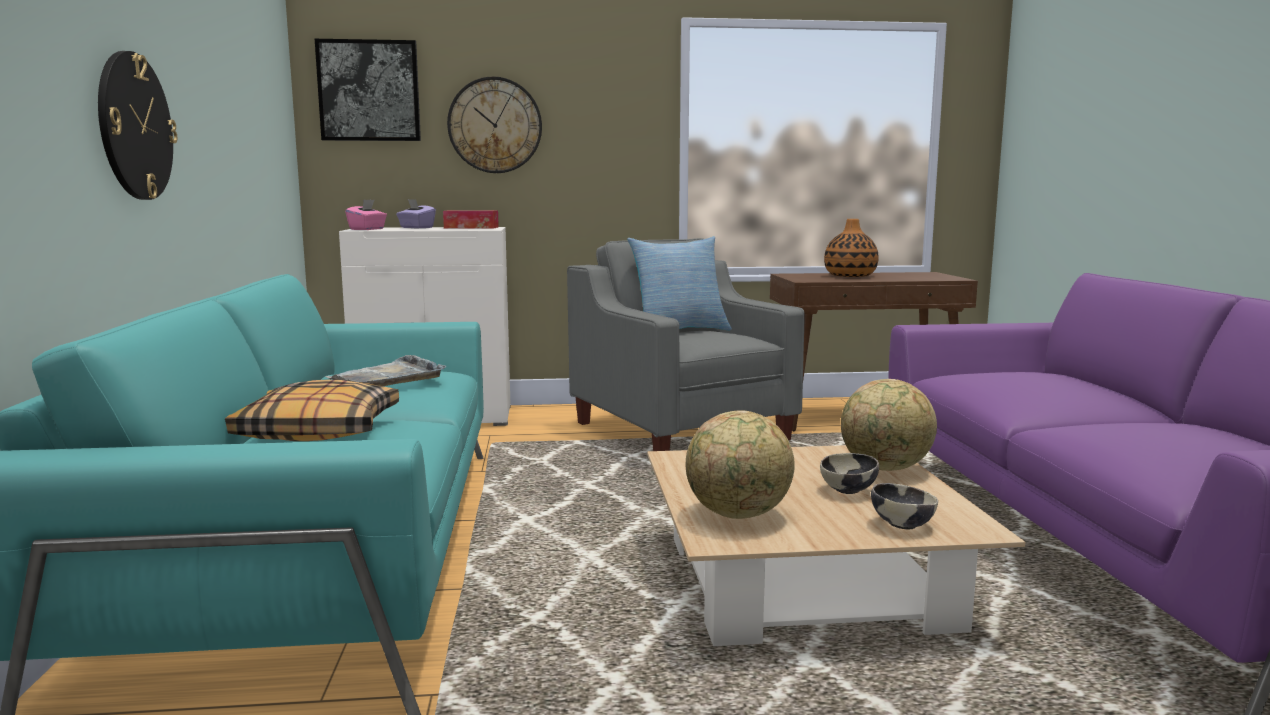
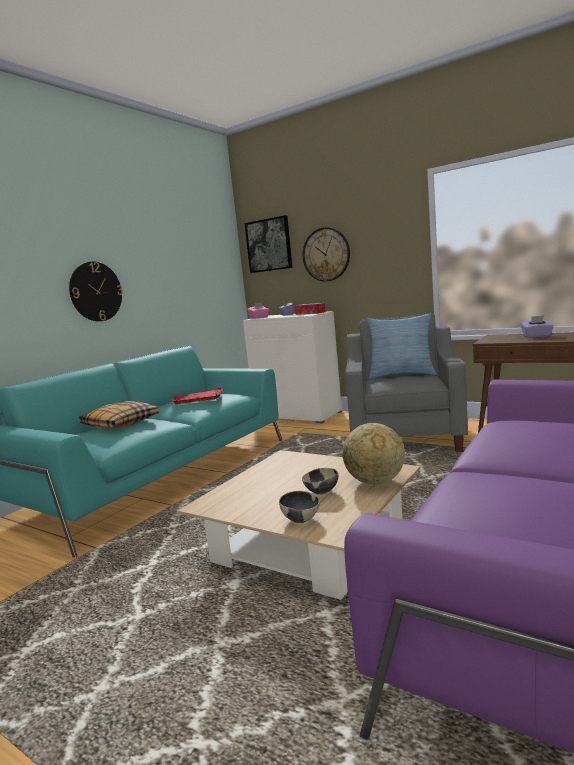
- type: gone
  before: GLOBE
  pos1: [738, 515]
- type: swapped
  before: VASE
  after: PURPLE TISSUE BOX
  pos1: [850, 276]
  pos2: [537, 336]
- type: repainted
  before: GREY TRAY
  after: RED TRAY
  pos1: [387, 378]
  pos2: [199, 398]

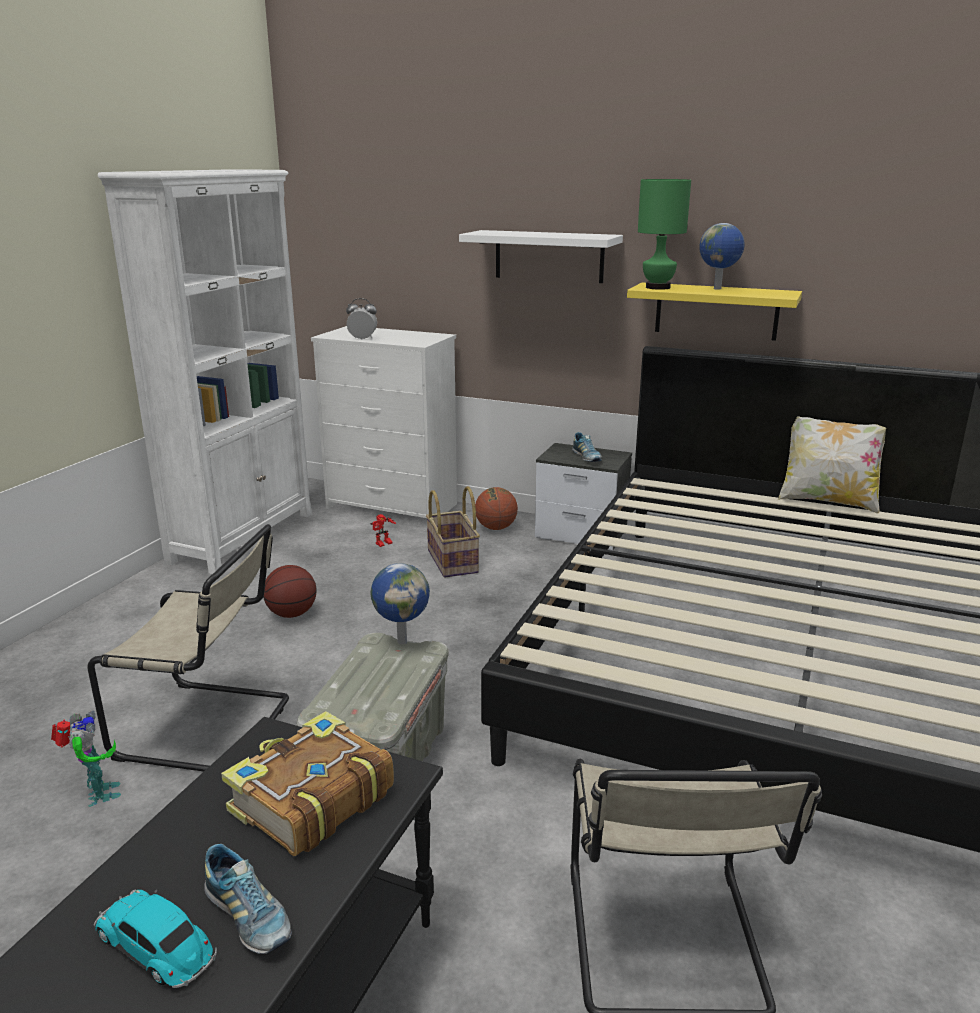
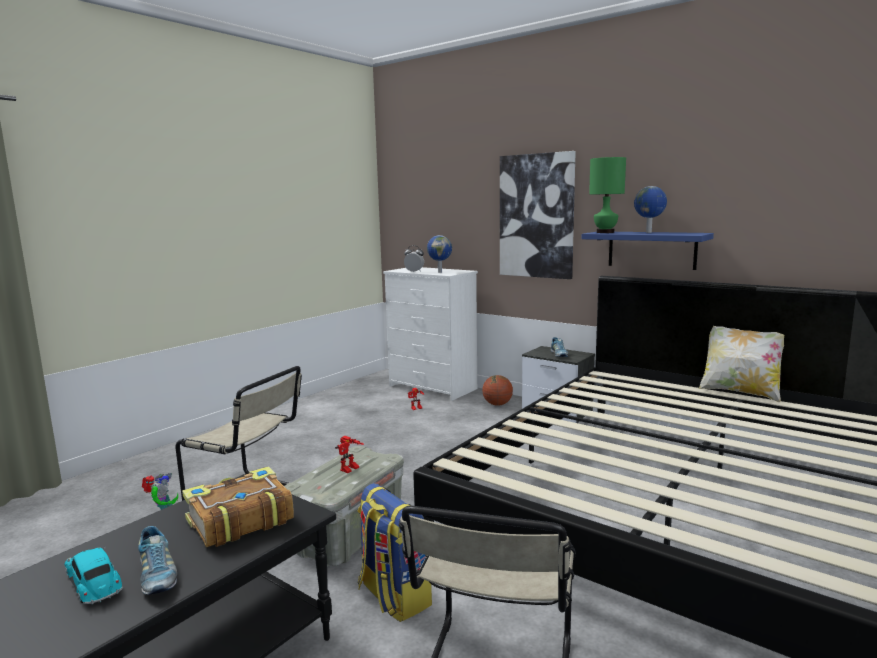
- type: gone
  before: WHITE BOOKCASE
  pos1: [243, 537]
- type: gone
  before: BASKETBALL
  pos1: [292, 614]
- type: gone
  before: BASKET
  pos1: [453, 561]
- type: new
  after: TOY ROBOT
  pos2: [350, 470]
- type: new
  after: BACKPACK
  pos2: [392, 596]
- type: shifted
  before: GLOBE
  pos1: [402, 641]
  pos2: [440, 272]
- type: swapped
  before: WHITE SHELF
  after: PICTURE
  pos1: [549, 256]
  pos2: [536, 216]
- type: repainted
  before: YELLOW SHELF
  after: BLUE SHELF
  pos1: [716, 311]
  pos2: [651, 249]

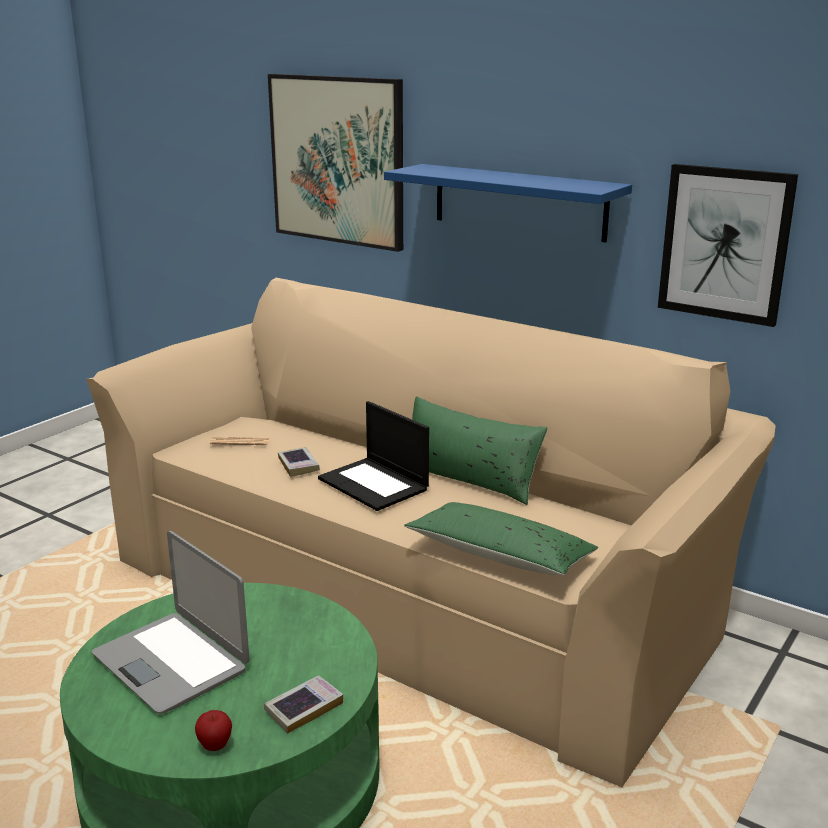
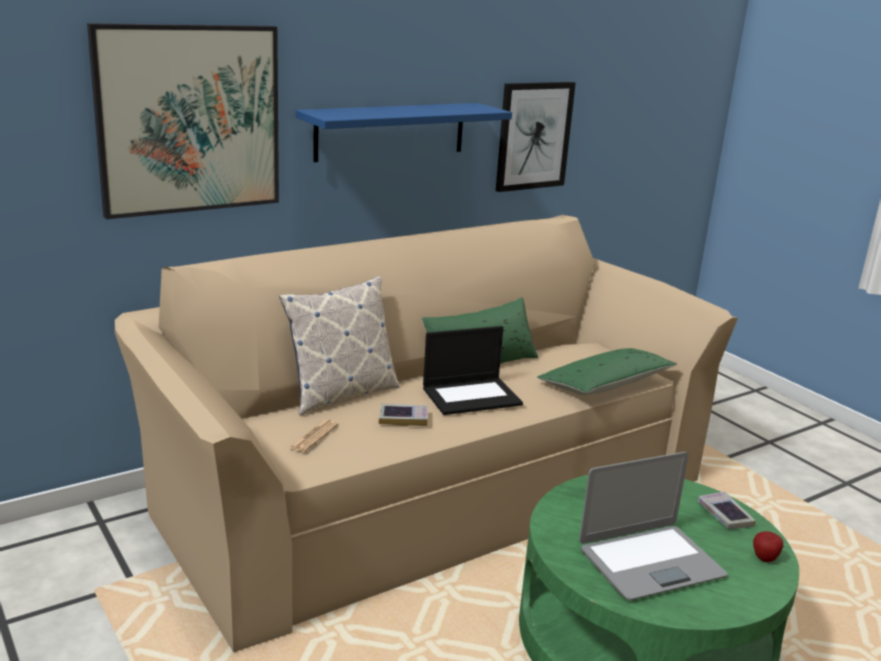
- type: new
  after: PILLOW
  pos2: [340, 394]

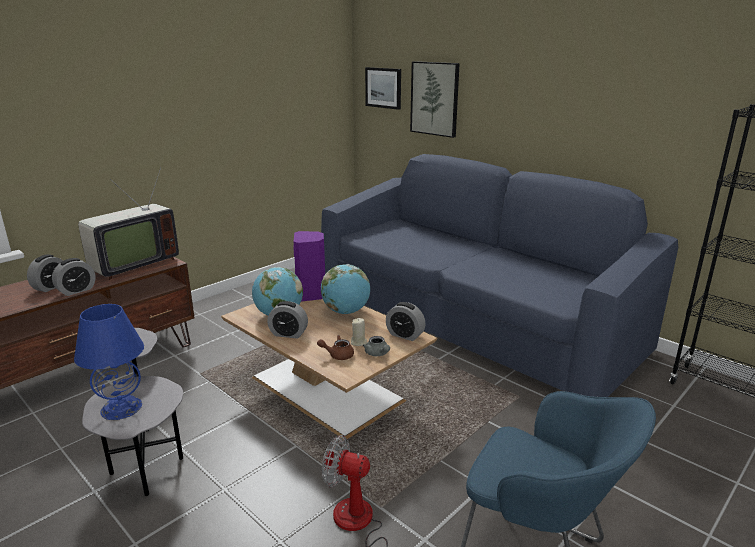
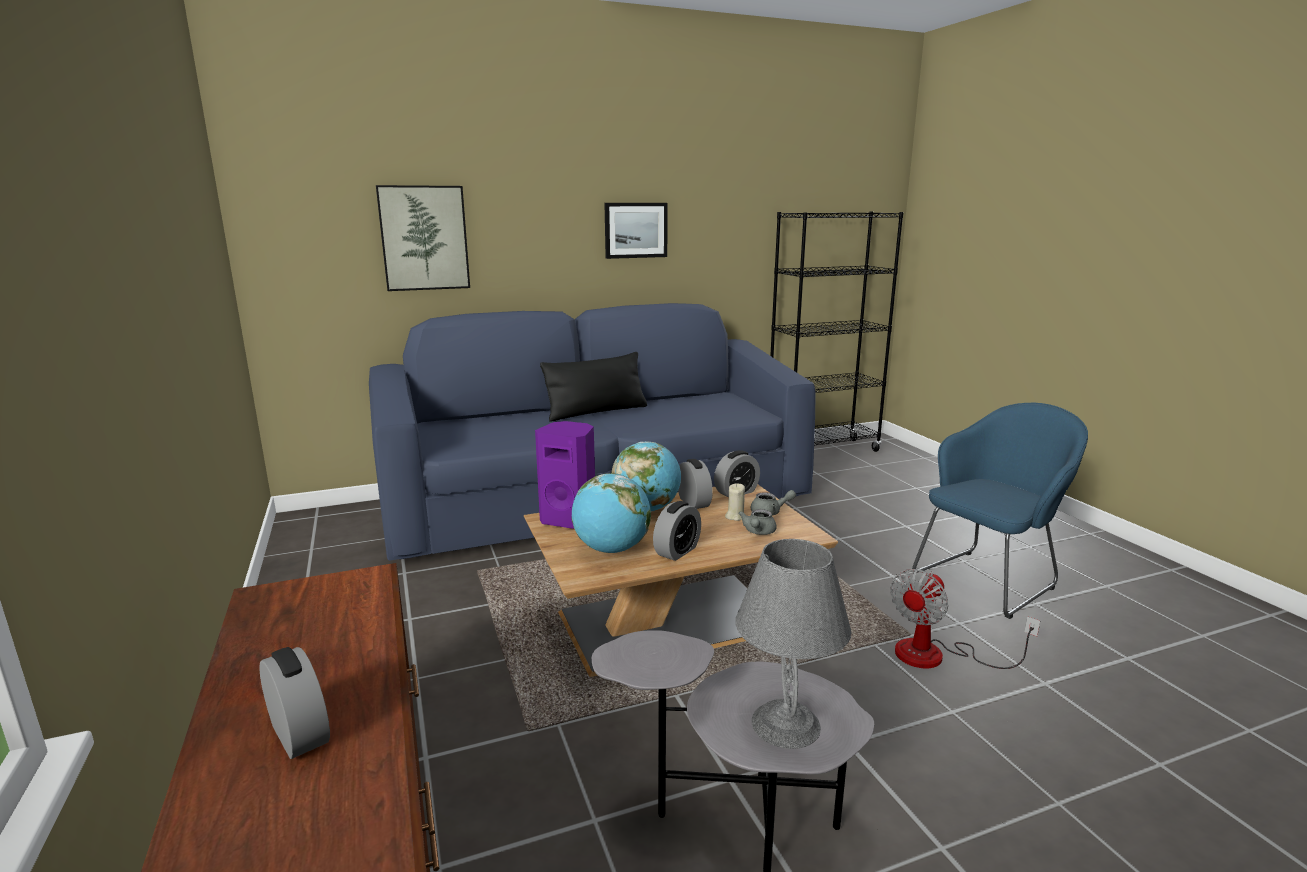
- type: gone
  before: TELEVISION
  pos1: [132, 265]
- type: new
  after: BLACK PILLOW
  pos2: [596, 412]
- type: shifted
  before: ALARM CLOCK
  pos1: [77, 290]
  pos2: [693, 502]
- type: shifted
  before: PICTURE
  pos1: [383, 88]
  pos2: [635, 230]
- type: repainted
  before: BLUE TABLE LAMP
  after: GREY TABLE LAMP
  pos1: [121, 407]
  pos2: [784, 723]
- type: repainted
  before: BROWN TEAPOT
  after: GREY TEAPOT
  pos1: [338, 355]
  pos2: [758, 532]

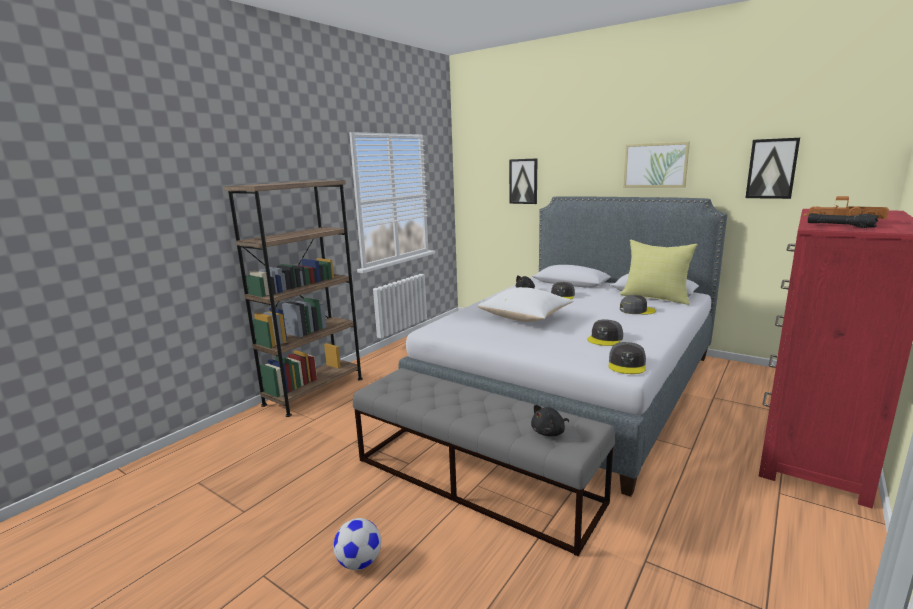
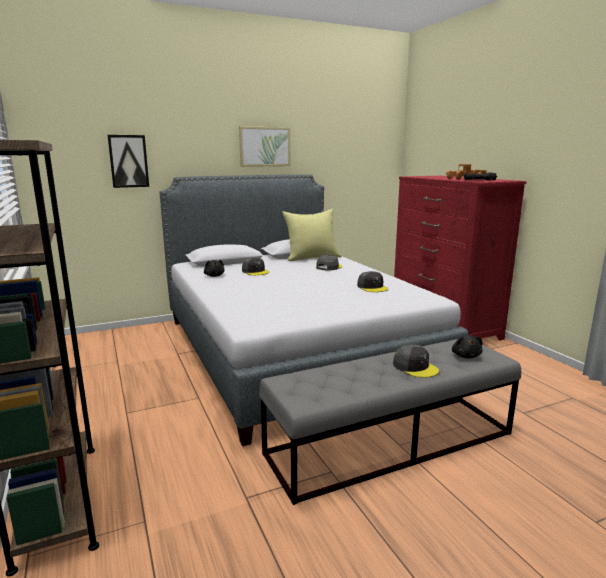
- type: gone
  before: FOOTBALL
  pos1: [359, 562]
- type: gone
  before: WHITE PILLOW
  pos1: [526, 318]
- type: gone
  before: PICTURE
  pos1: [772, 168]
- type: shifted
  before: GREY CAP
  pos1: [627, 364]
  pos2: [415, 367]

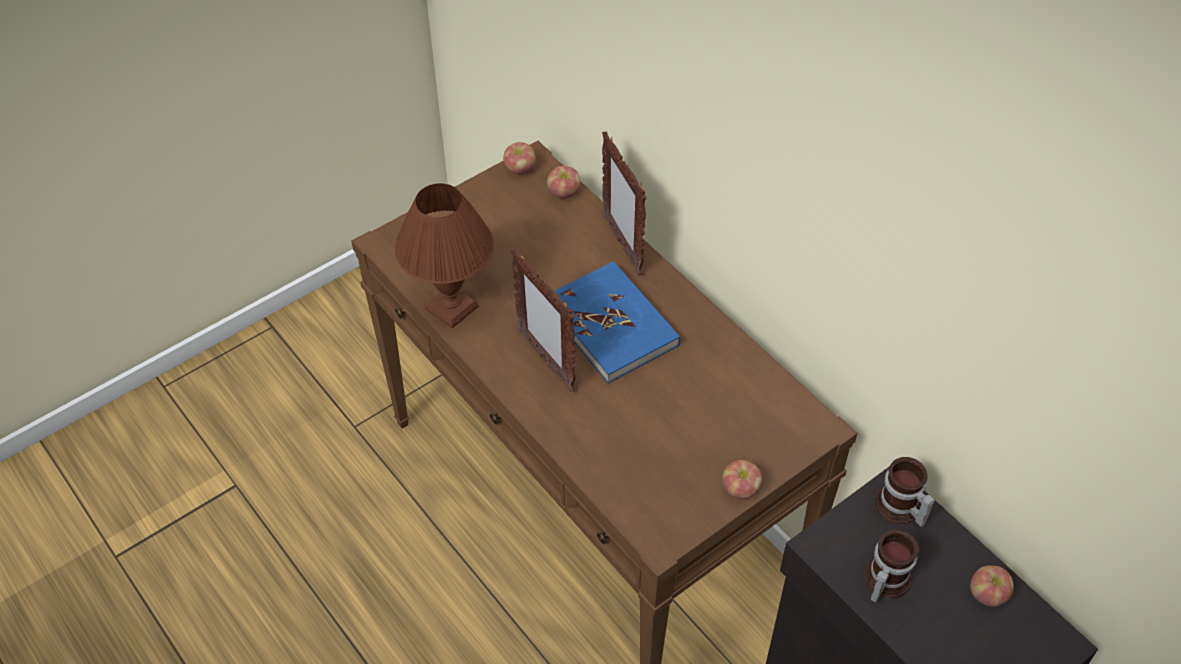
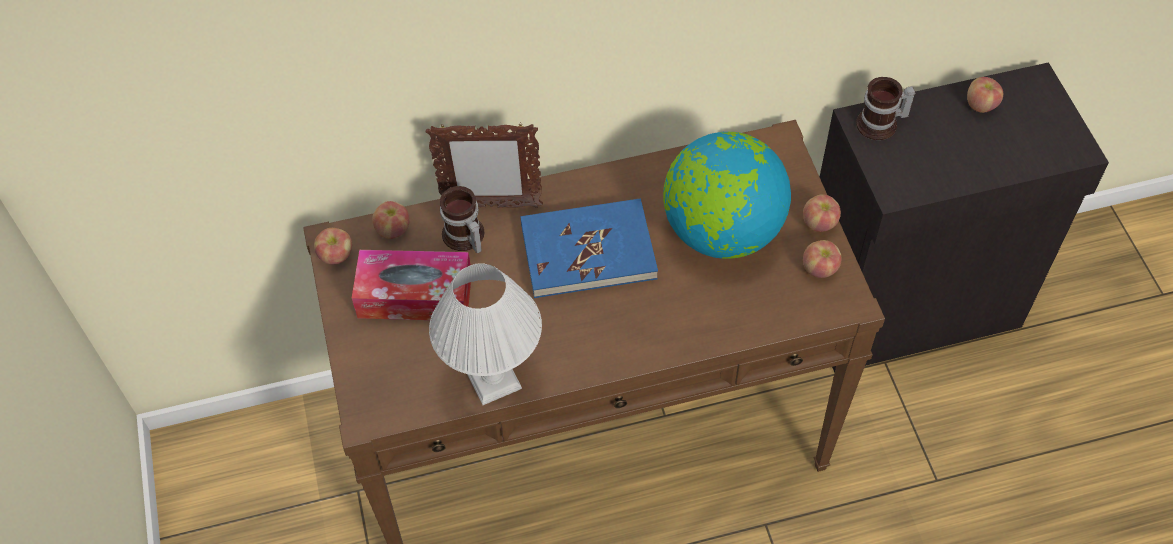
- type: gone
  before: PICTURE FRAME
  pos1: [545, 360]
- type: new
  after: TISSUE BOX
  pos2: [415, 295]
- type: new
  after: GLOBE
  pos2: [721, 231]
- type: new
  after: APPLE
  pos2: [819, 269]
- type: shifted
  before: MUG
  pos1: [883, 580]
  pos2: [463, 238]
- type: repainted
  before: BROWN TABLE LAMP
  after: WHITE TABLE LAMP
  pos1: [450, 307]
  pos2: [492, 381]

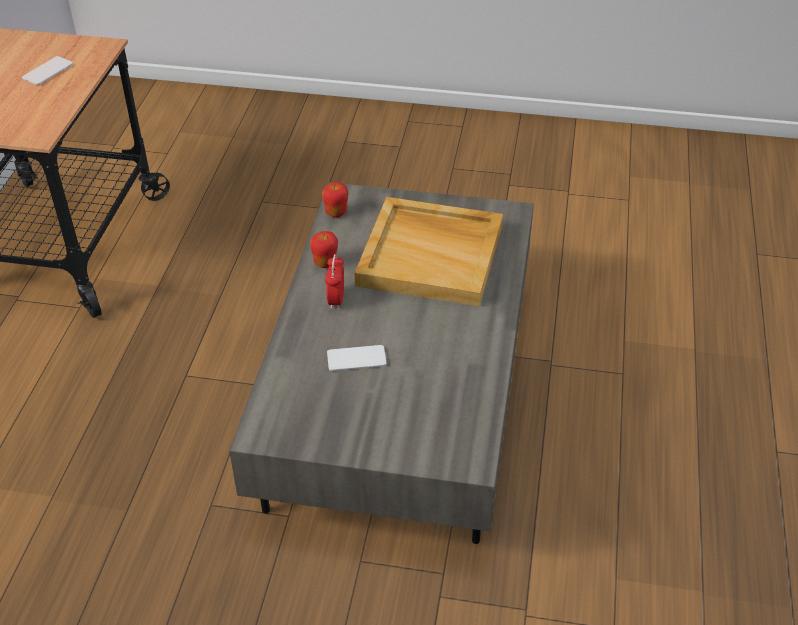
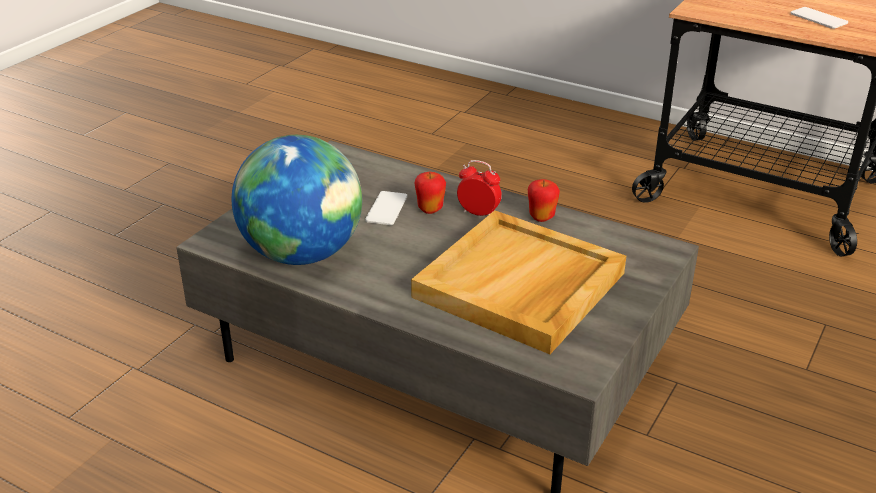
- type: new
  after: GLOBE
  pos2: [302, 254]
- type: shifted
  before: APPLE
  pos1: [336, 213]
  pos2: [430, 209]

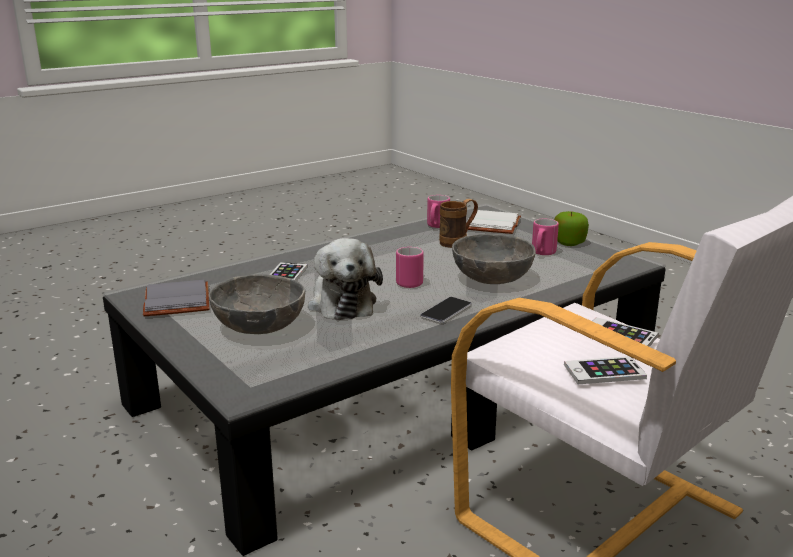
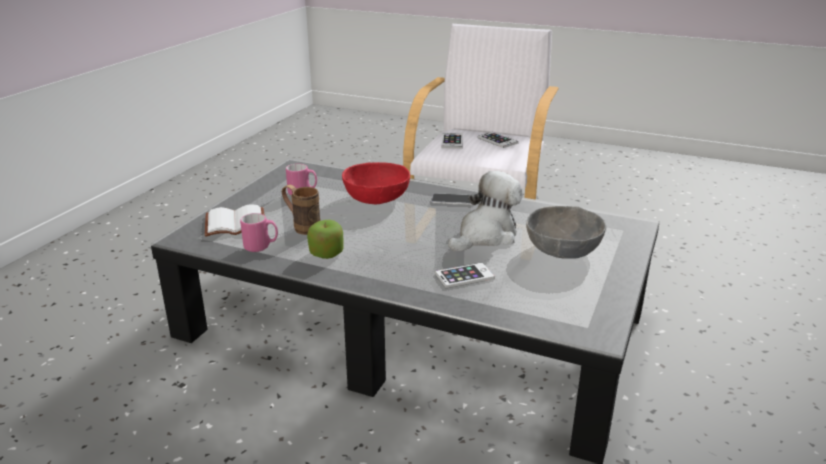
- type: gone
  before: GREY BOOK
  pos1: [179, 301]
- type: gone
  before: PINK MUG
  pos1: [411, 282]
- type: shifted
  before: APPLE
  pos1: [569, 242]
  pos2: [326, 253]
- type: repainted
  before: GREY BOWL
  after: RED BOWL
  pos1: [491, 278]
  pos2: [377, 199]

